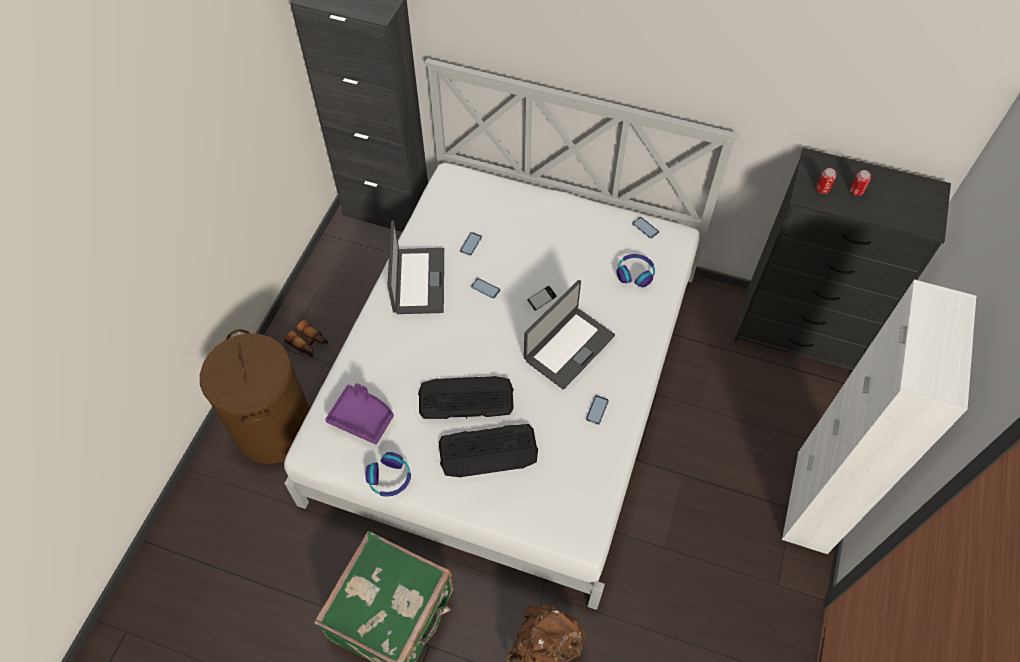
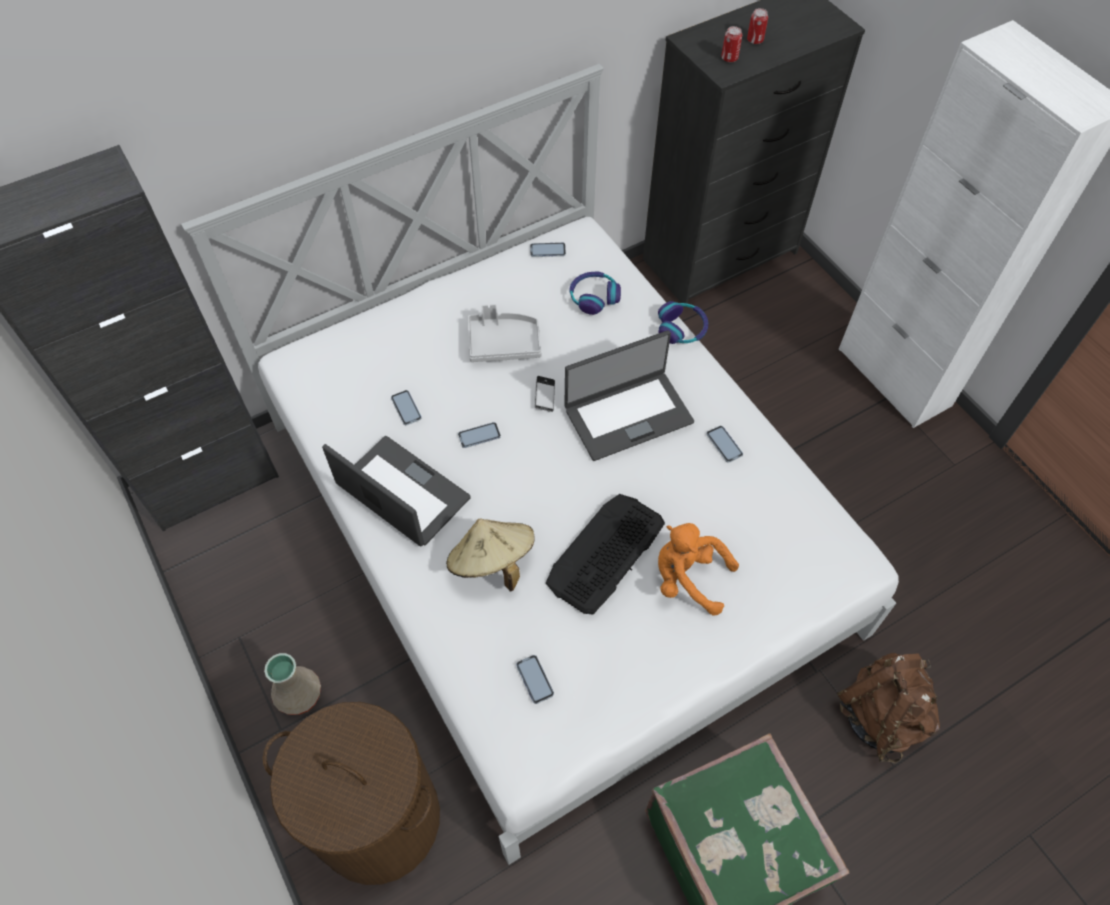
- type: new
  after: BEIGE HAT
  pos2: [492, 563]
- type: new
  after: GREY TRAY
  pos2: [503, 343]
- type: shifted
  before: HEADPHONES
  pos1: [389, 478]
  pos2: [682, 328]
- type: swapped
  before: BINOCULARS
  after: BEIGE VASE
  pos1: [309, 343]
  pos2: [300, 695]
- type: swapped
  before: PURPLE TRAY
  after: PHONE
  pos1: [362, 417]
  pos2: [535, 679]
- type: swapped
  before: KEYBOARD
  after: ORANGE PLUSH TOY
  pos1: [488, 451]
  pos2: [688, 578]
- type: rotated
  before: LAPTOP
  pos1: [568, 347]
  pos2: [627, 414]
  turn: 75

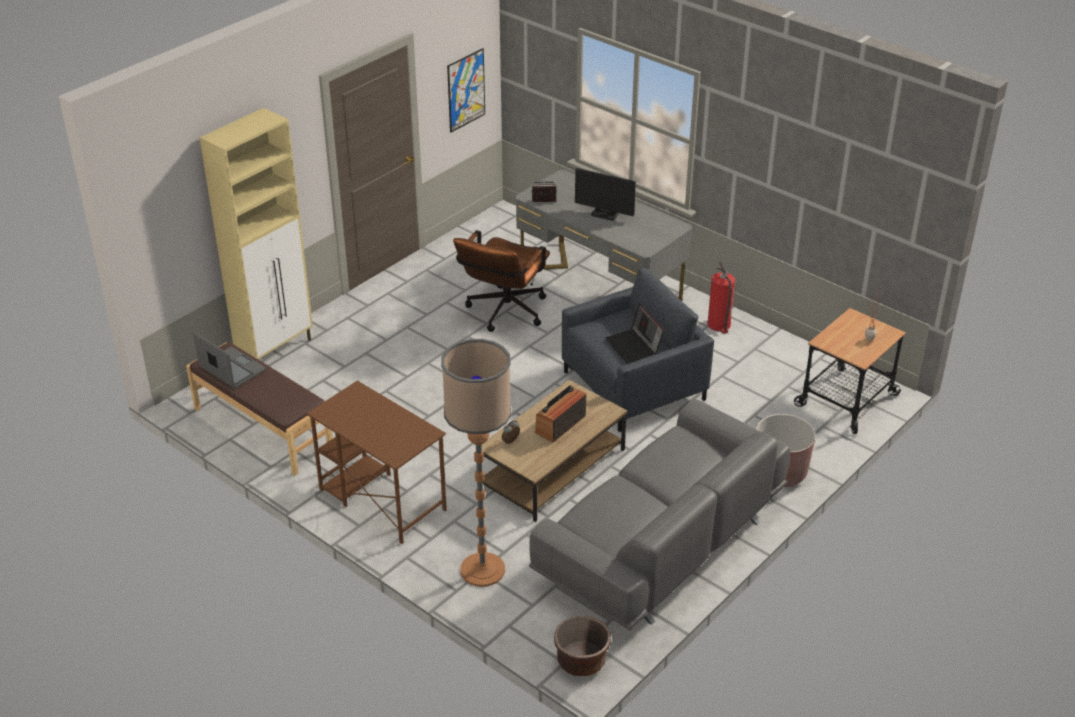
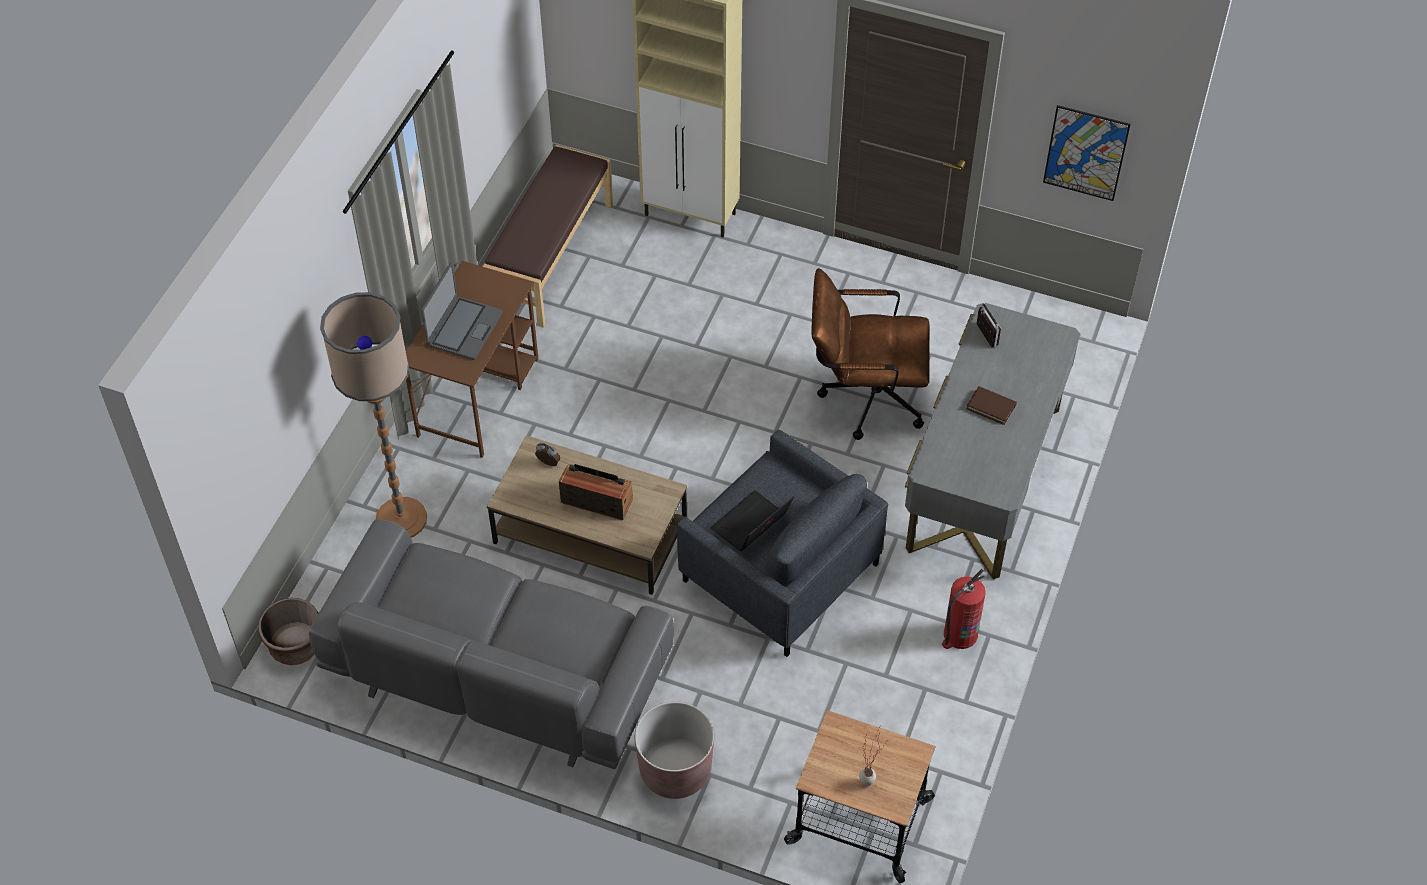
- type: shifted
  before: LAPTOP
  pos1: [232, 369]
  pos2: [464, 329]
- type: swapped
  before: MONITOR
  after: BROWN BOOK
  pos1: [604, 214]
  pos2: [991, 407]

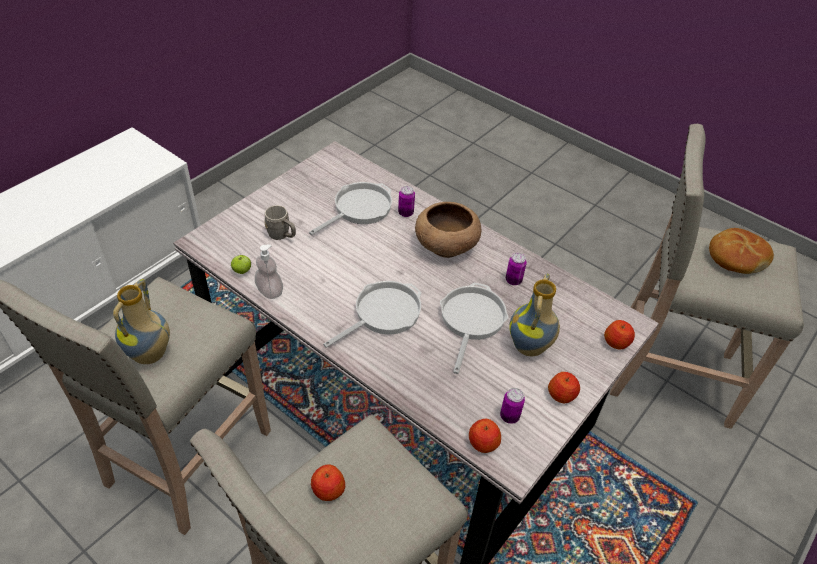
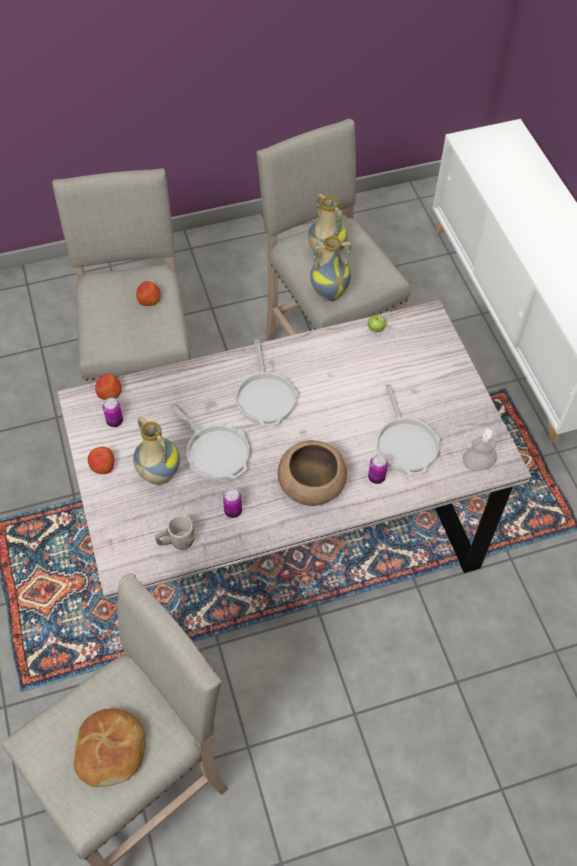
- type: gone
  before: APPLE
  pos1: [616, 342]
- type: new
  after: VASE
  pos2: [329, 293]
- type: shifted
  before: SOAP DISPENSER
  pos1: [270, 291]
  pos2: [477, 464]
- type: shifted
  before: GREY MUG
  pos1: [282, 235]
  pos2: [177, 542]

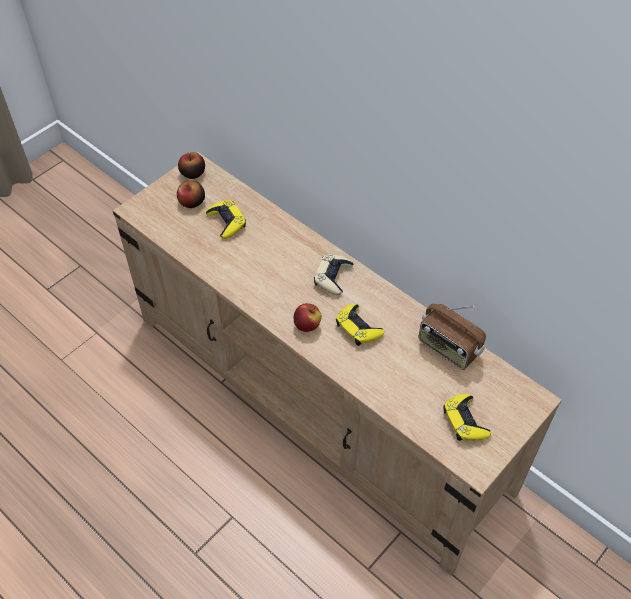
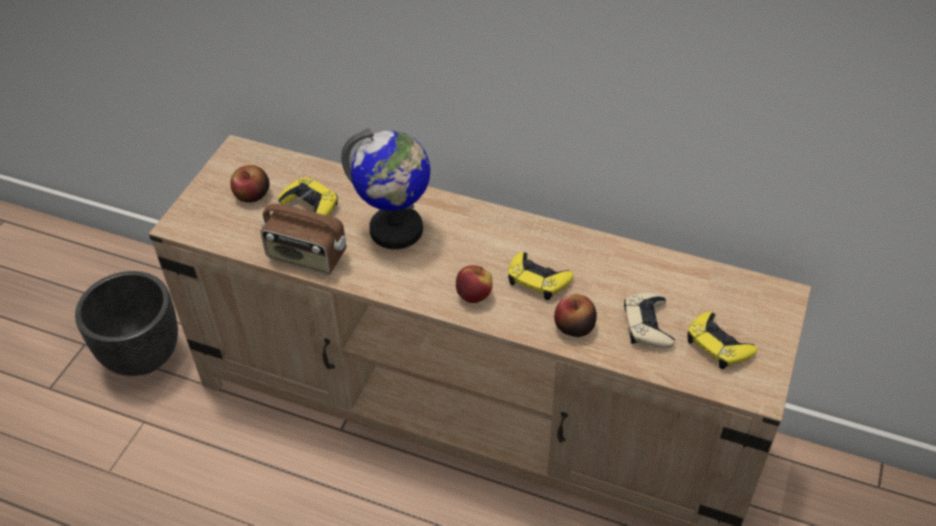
- type: new
  after: BLACK PLANTER
  pos2: [144, 356]
- type: new
  after: GLOBE
  pos2: [396, 230]
- type: shifted
  before: APPLE
  pos1: [192, 173]
  pos2: [574, 326]
- type: shifted
  before: BEIGE GAME CONTROLLER
  pos1: [333, 277]
  pos2: [647, 325]
- type: shifted
  before: RADIO
  pos1: [448, 348]
  pos2: [306, 257]

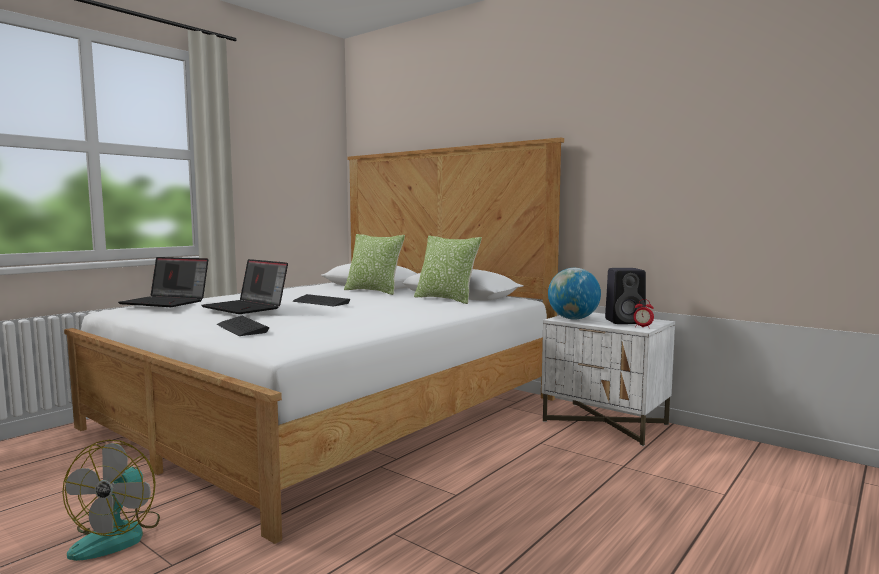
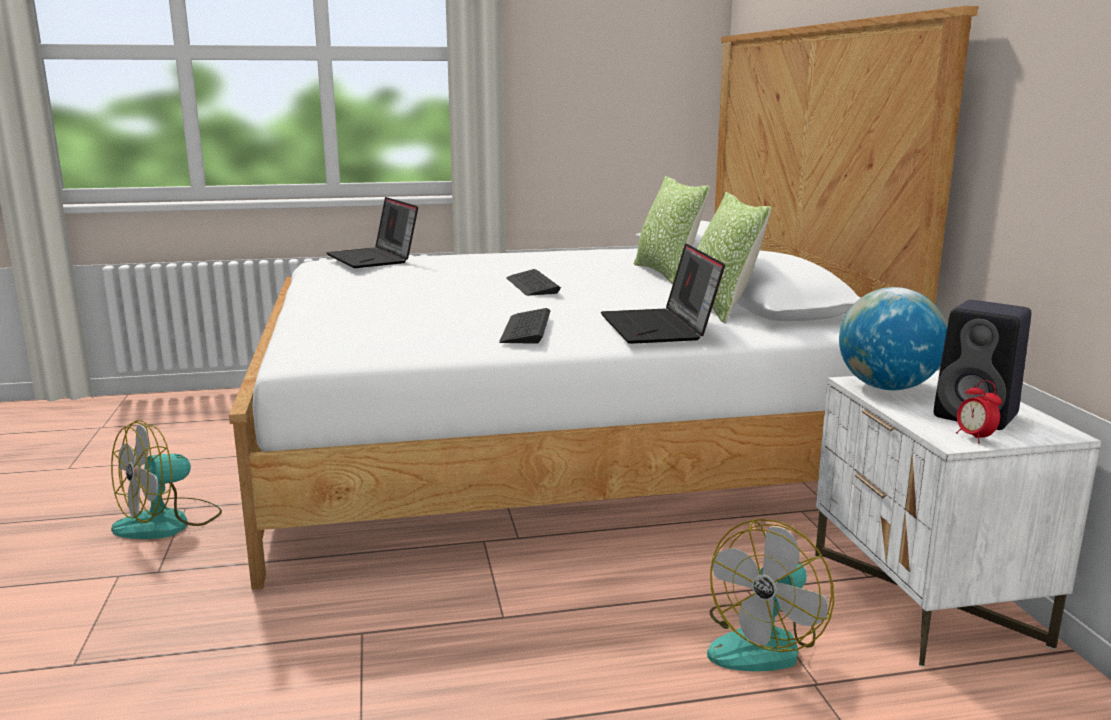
- type: new
  after: FAN
  pos2: [764, 643]
- type: shifted
  before: LAPTOP
  pos1: [246, 307]
  pos2: [659, 328]
- type: shifted
  before: KEYBOARD
  pos1: [242, 328]
  pos2: [526, 329]

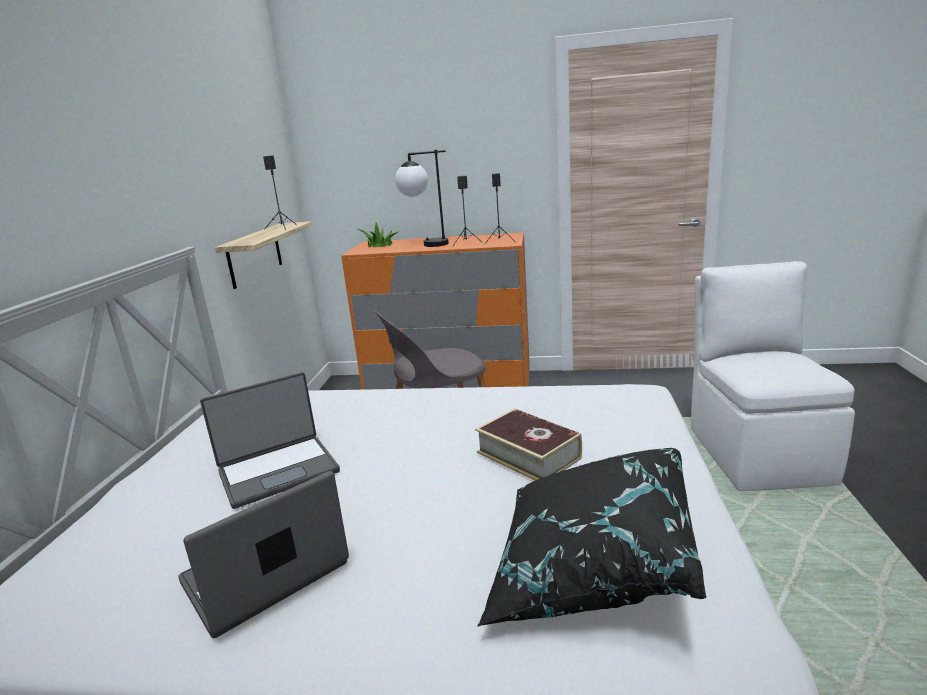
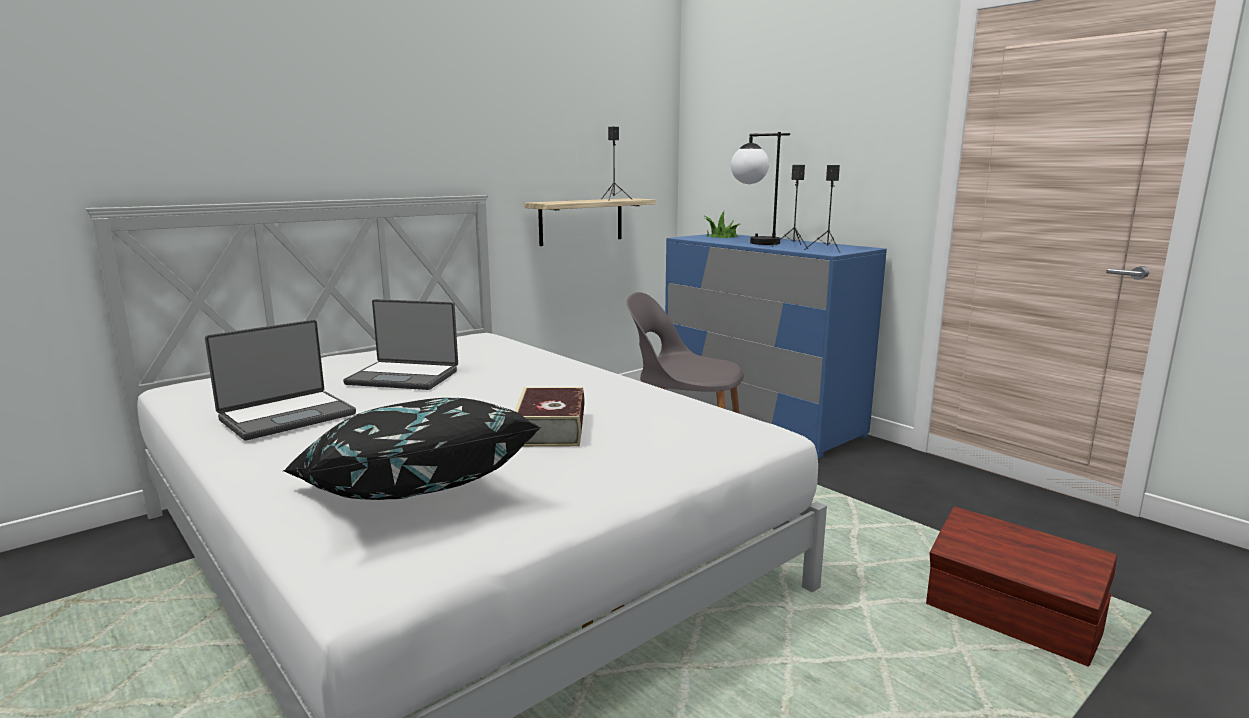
- type: swapped
  before: WHITE CHAIR
  after: BROWN STORAGE BOX
  pos1: [757, 452]
  pos2: [1012, 621]
- type: repainted
  before: ORANGE DRESSER
  after: BLUE DRESSER
  pos1: [449, 387]
  pos2: [760, 420]
- type: rotated
  before: LAPTOP
  pos1: [266, 576]
  pos2: [287, 416]
  turn: 135

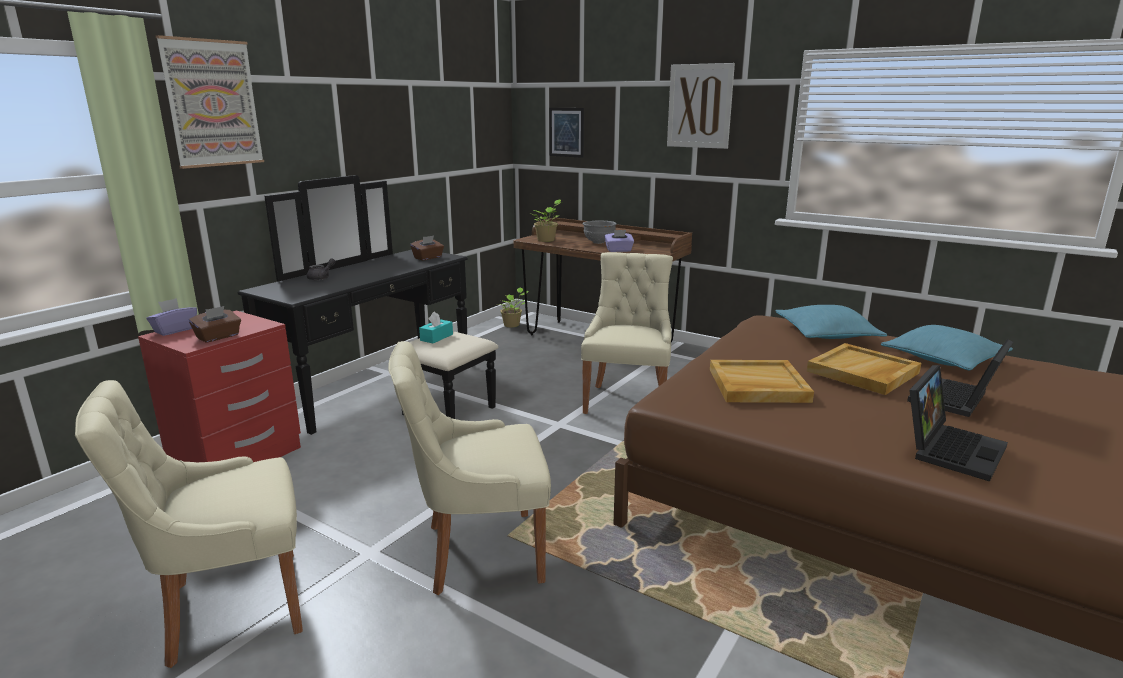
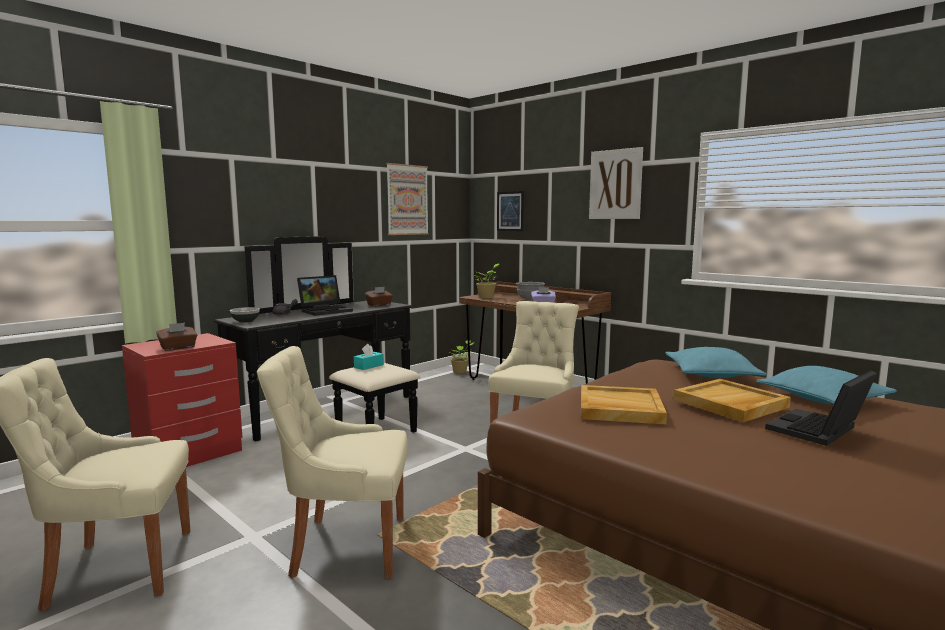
- type: gone
  before: PURPLE TISSUE BOX
  pos1: [175, 330]
- type: new
  after: BOWL
  pos2: [245, 321]
- type: shifted
  before: PICTURE
  pos1: [212, 103]
  pos2: [407, 200]
- type: shifted
  before: LAPTOP
  pos1: [950, 448]
  pos2: [326, 310]

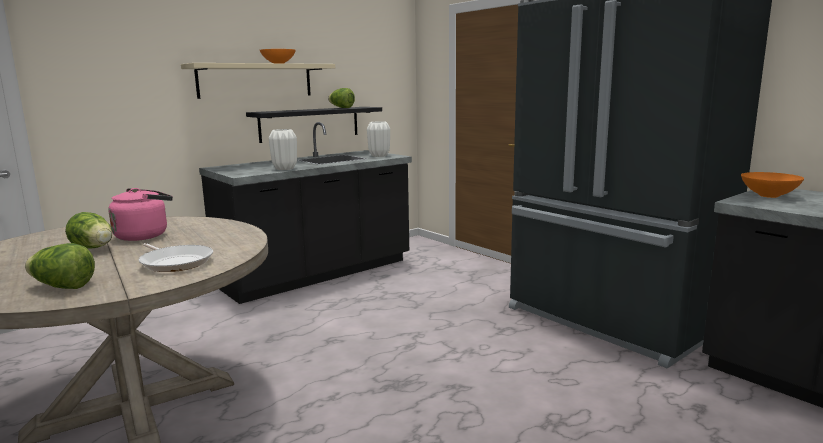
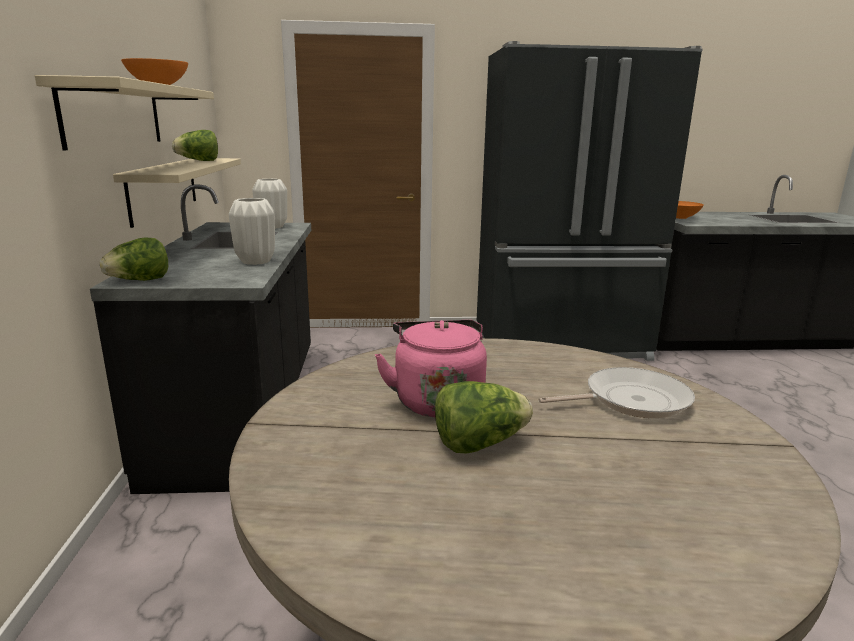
- type: shifted
  before: LETTUCE
  pos1: [63, 287]
  pos2: [140, 281]
- type: repainted
  before: BLACK SHELF
  after: BEIGE SHELF
  pos1: [310, 124]
  pos2: [164, 188]

